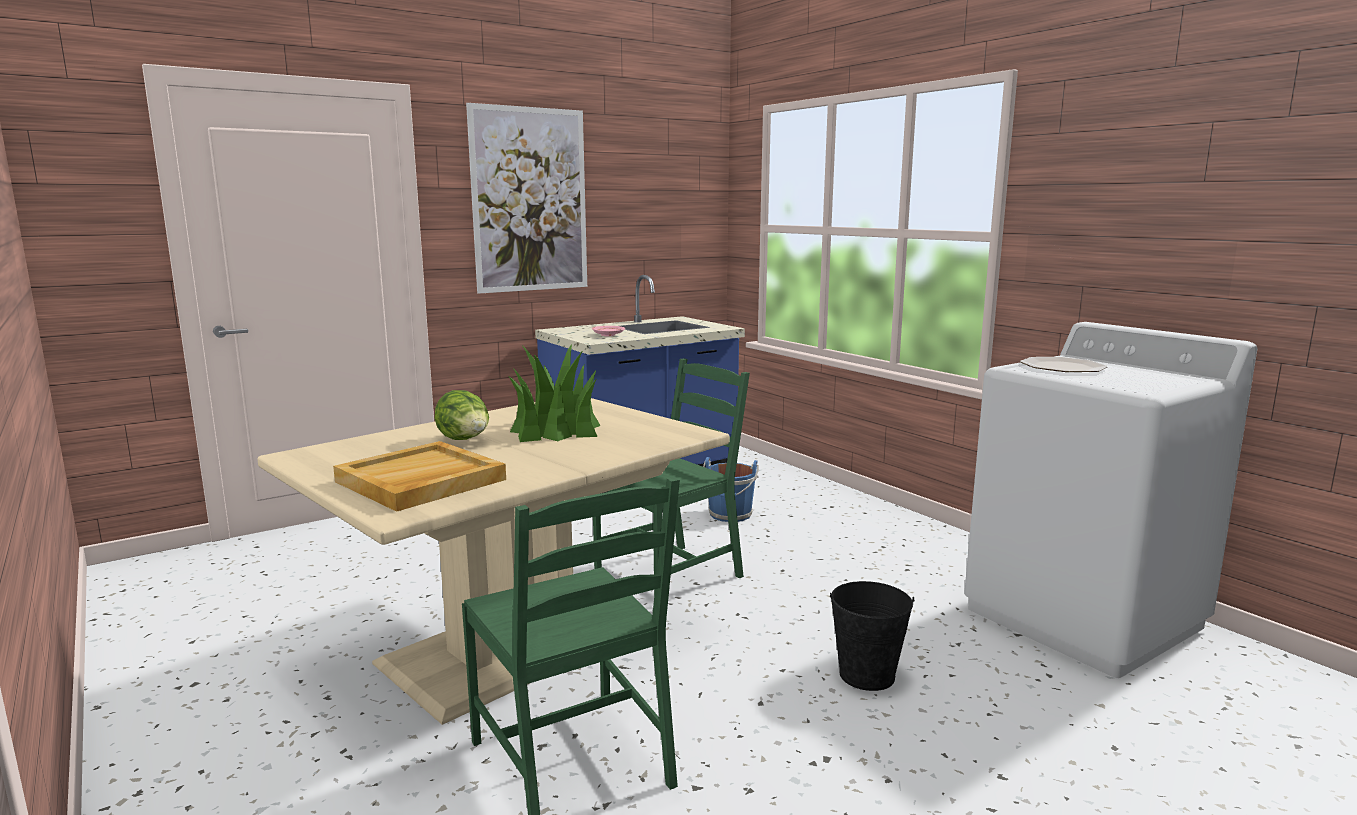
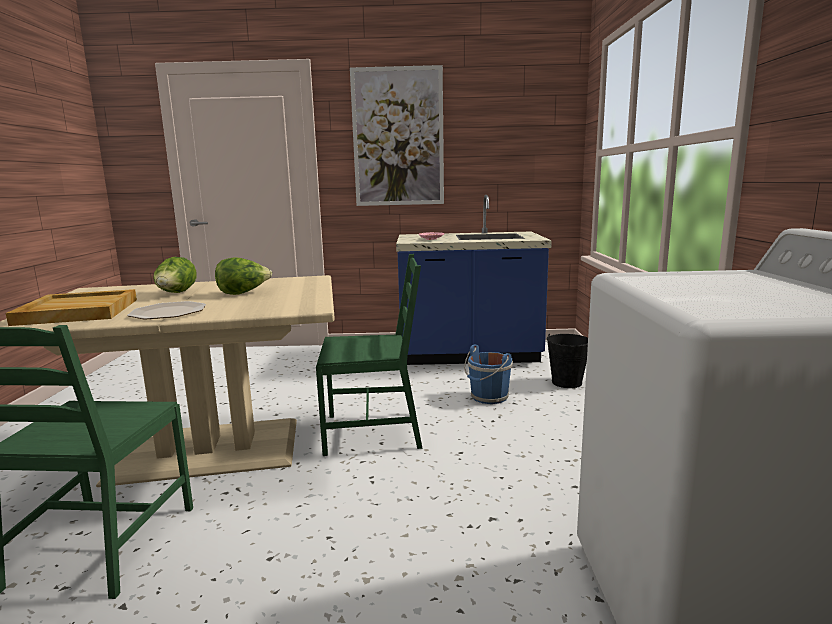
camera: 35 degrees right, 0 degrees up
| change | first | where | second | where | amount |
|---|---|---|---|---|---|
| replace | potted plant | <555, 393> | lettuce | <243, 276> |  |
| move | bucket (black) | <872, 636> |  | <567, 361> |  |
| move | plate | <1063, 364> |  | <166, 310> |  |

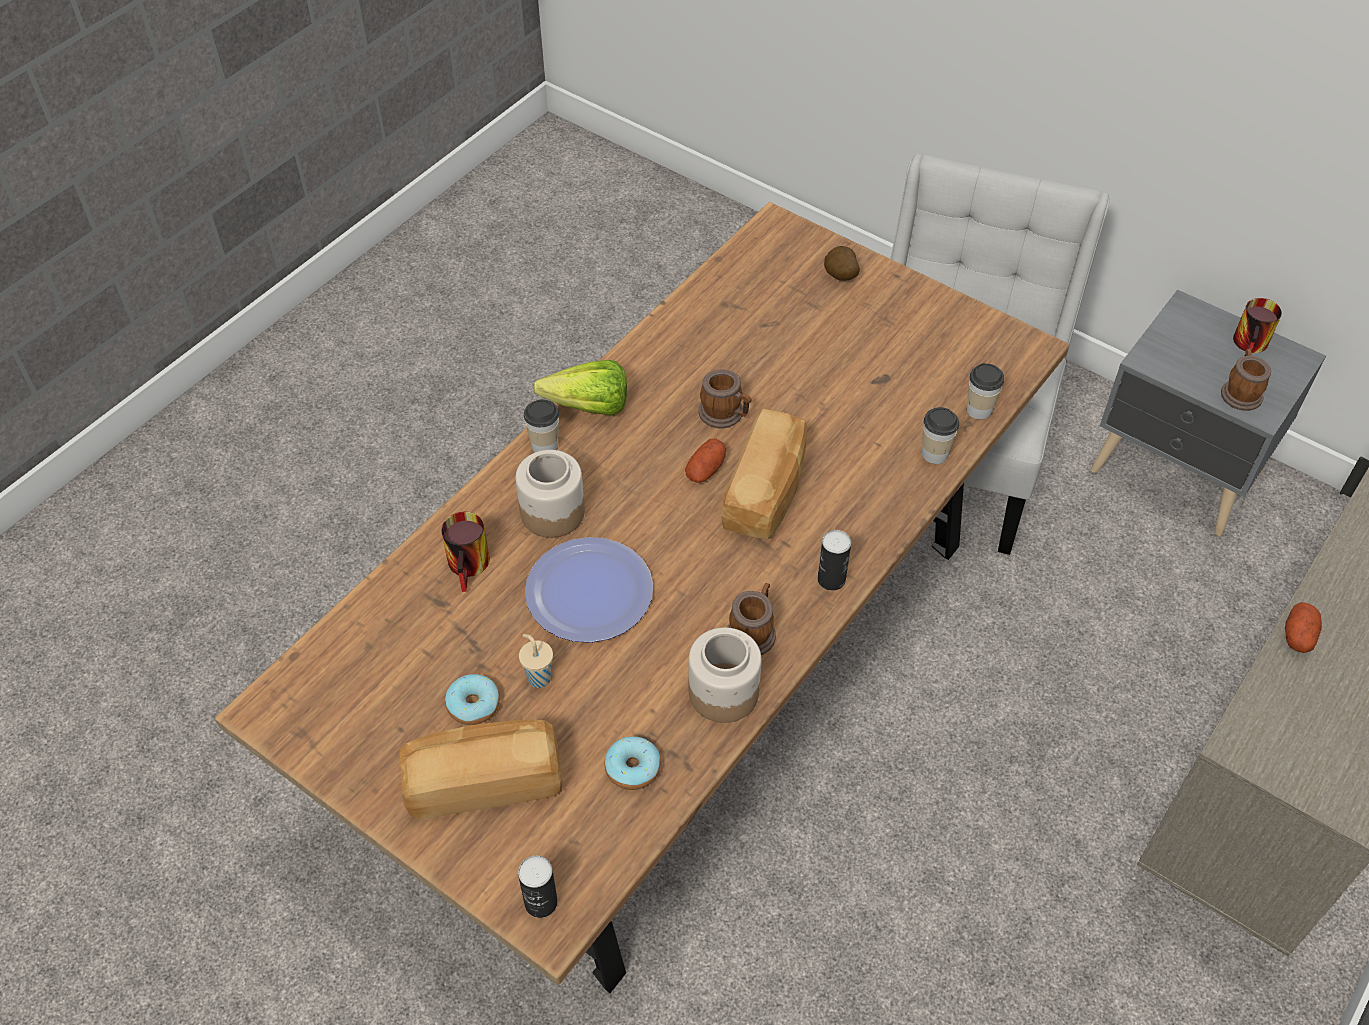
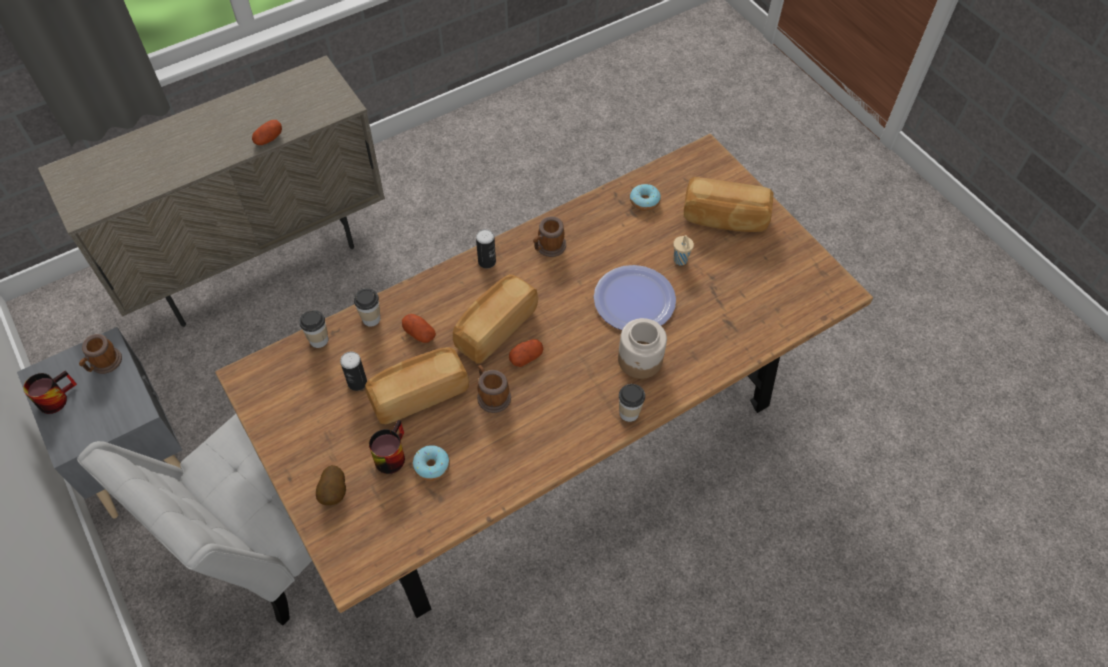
camera: 160 degrees left, 5 degrees up
| change | first | where | second | where | amount |
|---|---|---|---|---|---|
| move | mug | <465, 552> |  | <387, 447> |  |
| move | donut | <472, 699> |  | <431, 463> |  |
| move | can | <538, 886> |  | <353, 371> |  |
| delete | lettuce | <580, 388> |  |  |  |
| delete | jar | <725, 675> |  |  |  |
| insert |  |  | bread | <417, 385> |  |
| insert |  |  | potato | <419, 328> |  |

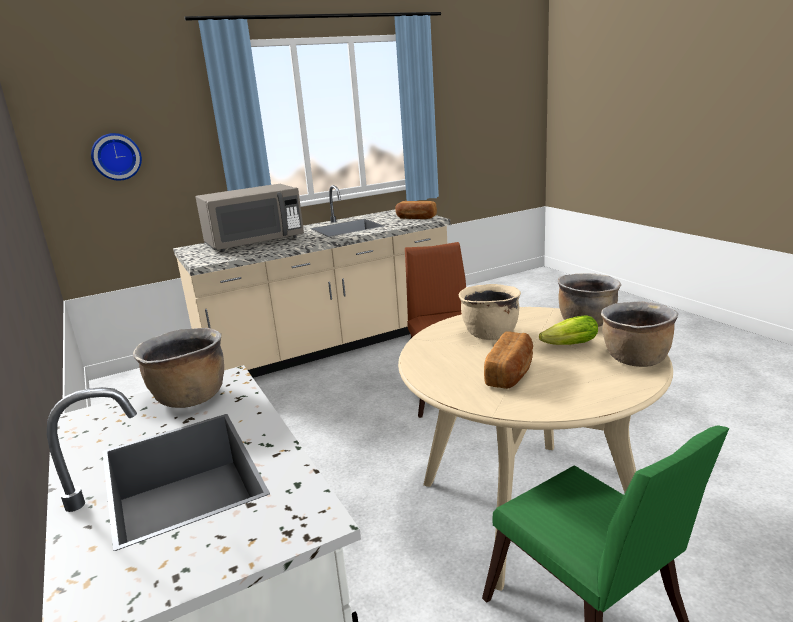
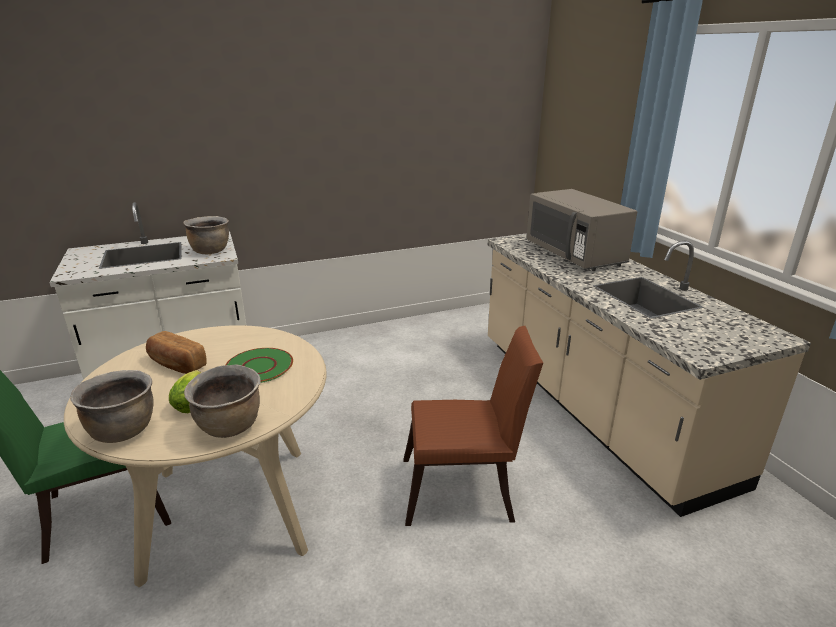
camera: 95 degrees right, 5 degrees up
| change | first | where | second | where | amount |
|---|---|---|---|---|---|
| delete | wall clock | <116, 157> |  |  |  |
| delete | bread | <416, 210> |  |  |  |
| replace | cooking pot (beige) | <489, 312> | plate (green) | <259, 365> |  |

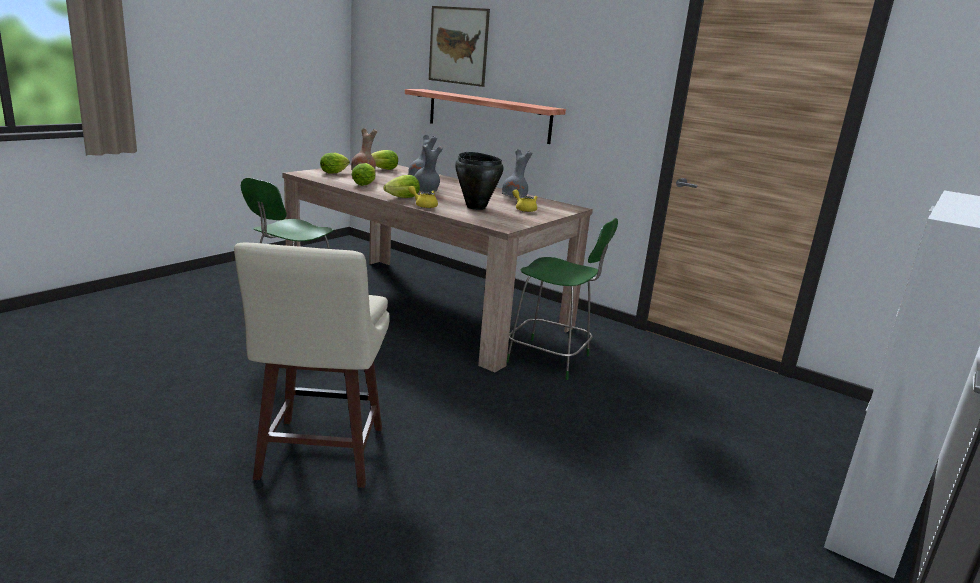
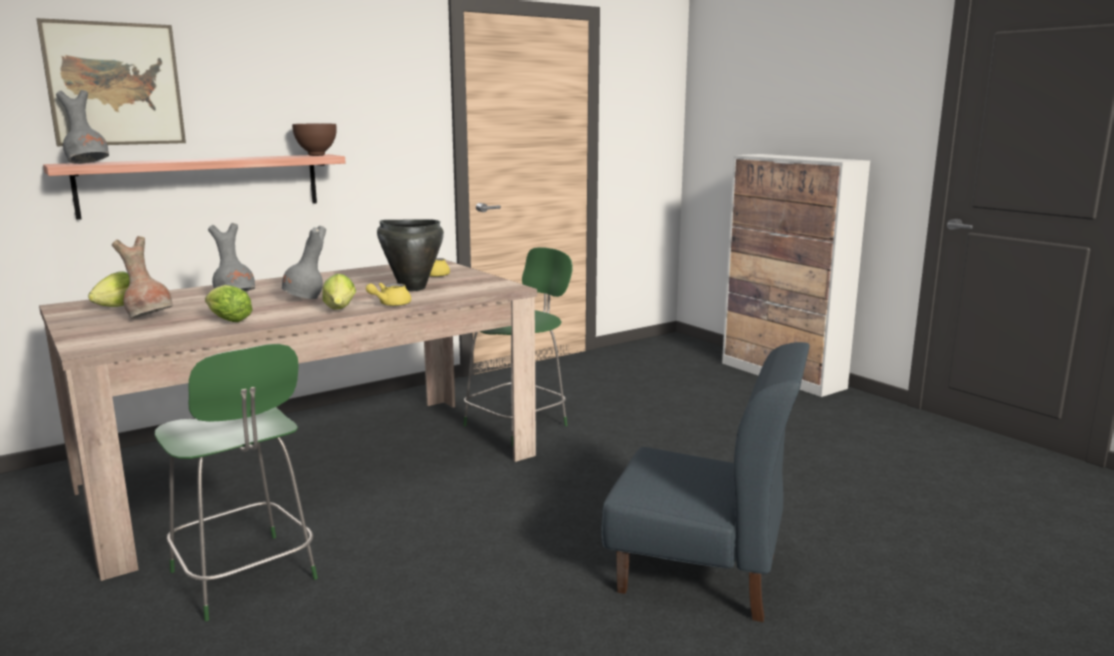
camera: 70 degrees left, 5 degrees down
| change | first | where | second | where | amount |
|---|---|---|---|---|---|
| replace | stool (beige) | <312, 365> | chair (blue) | <705, 482> |  |
| delete | lettuce | <335, 163> |  |  |  |
| move | vase (grey) | <517, 173> |  | <82, 127> |  |
| insert |  |  | bowl (brown) | <314, 140> |  |

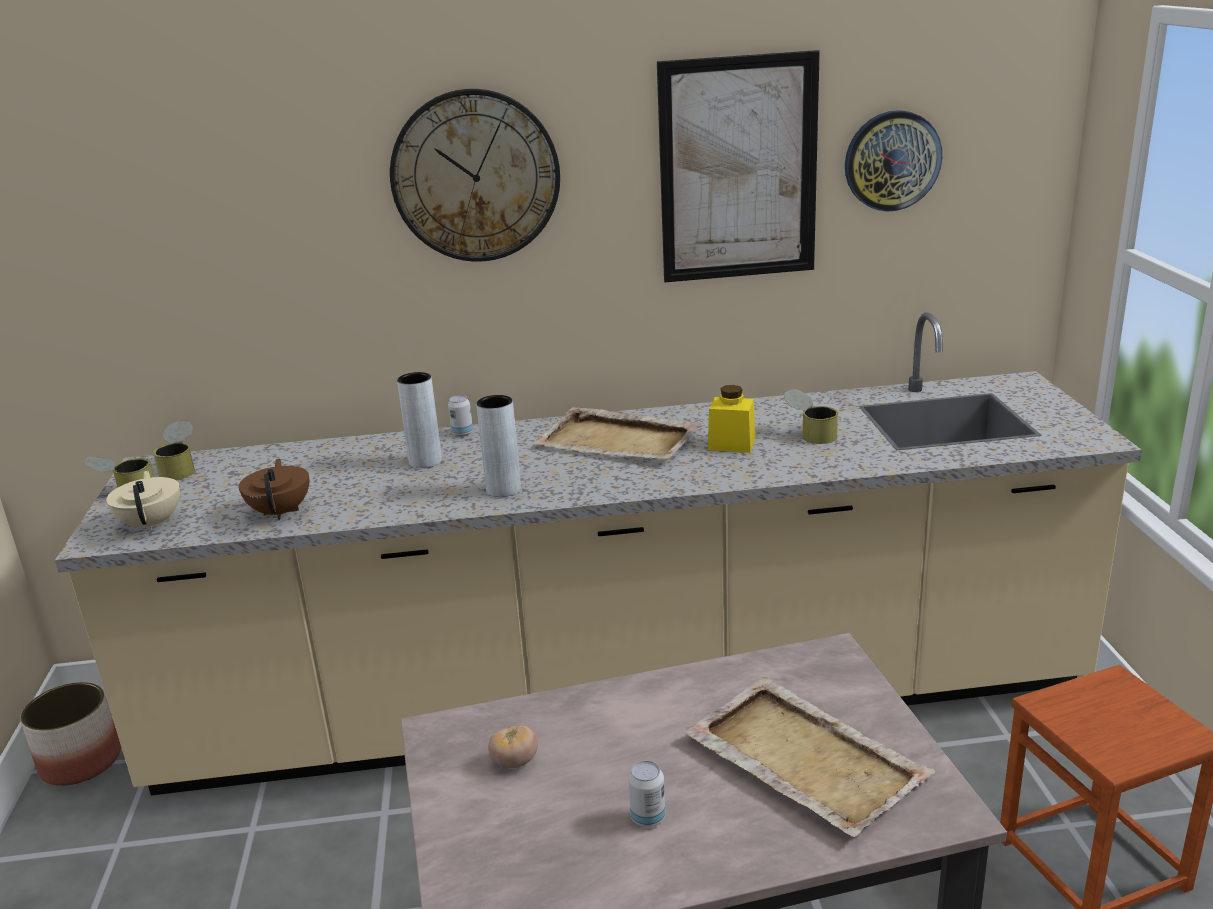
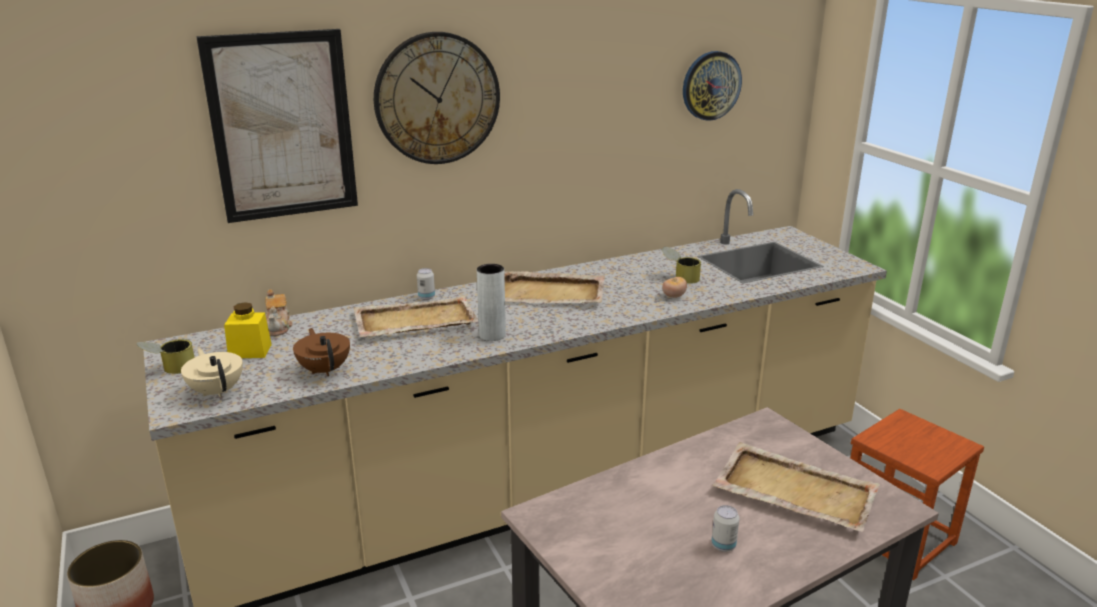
camera: 20 degrees left, 0 degrees up
| change | first | where | second | where | amount |
|---|---|---|---|---|---|
| delete | can | <174, 451> |  |  |  |
| replace | vase (grey) | <419, 420> | tray (beige) | <416, 316> |  |
| move | tomato | <513, 746> |  | <674, 287> |  |
| move | picture | <738, 166> |  | <277, 126> |  |
| move | jar (yellow) | <731, 419> |  | <248, 330> |  |
| insert |  |  | teapot | <279, 312> |  |

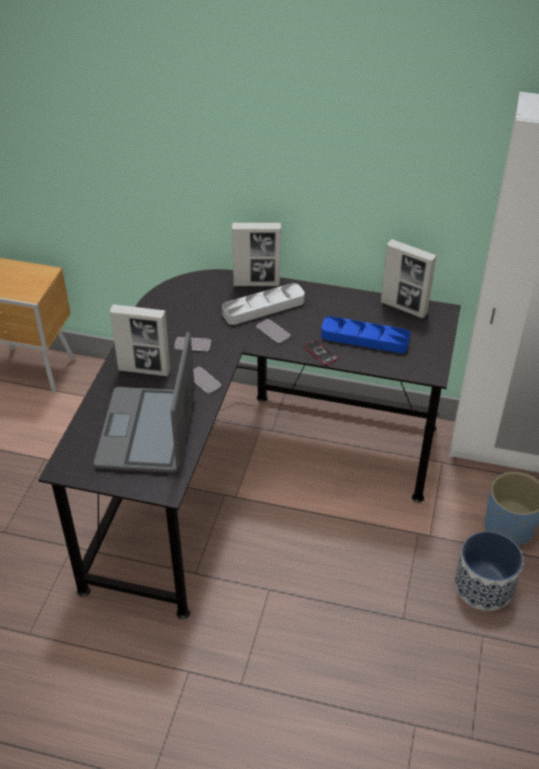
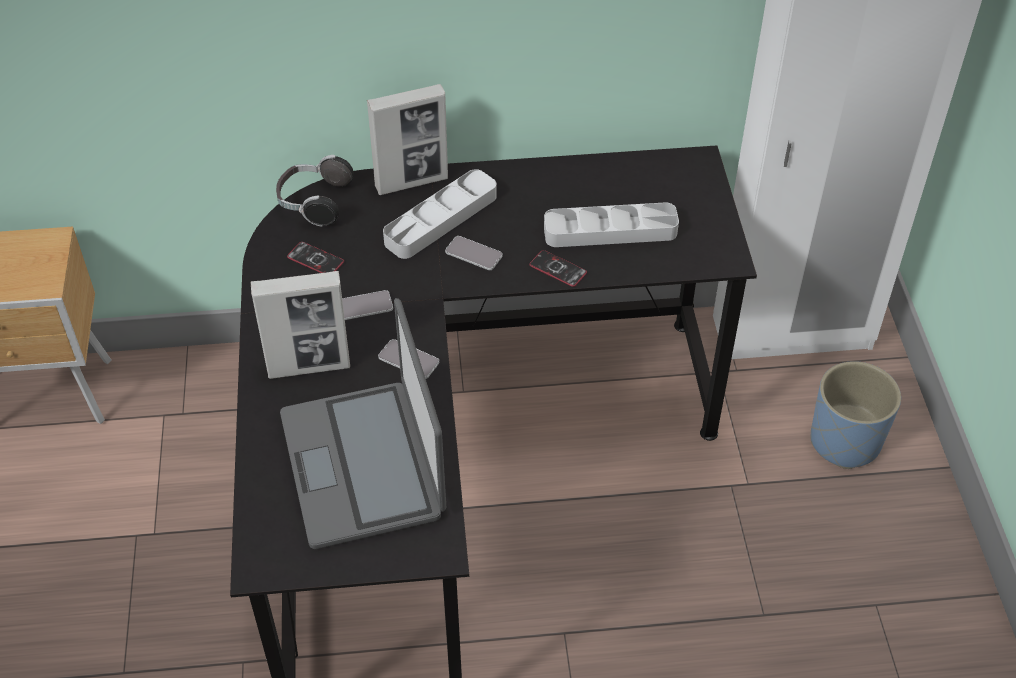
camera: 20 degrees left, 5 degrees up
| change | first | where | second | where | amount |
|---|---|---|---|---|---|
| recolor | tray (blue) | <365, 334> | tray (grey) | <611, 224> |  |
| delete | picture frame | <409, 278> |  |  |  |
| delete | planter | <489, 571> |  |  |  |
| insert |  |  | headphones | <315, 191> |  |
| insert |  |  | phone | <315, 257> |  |

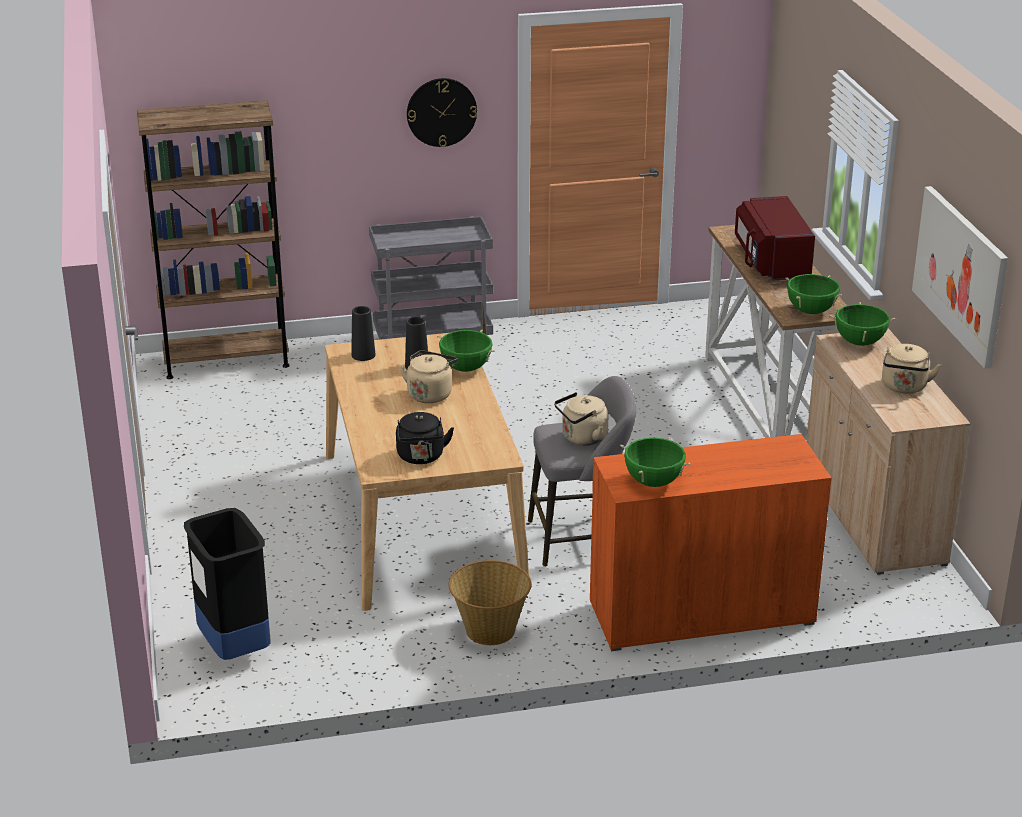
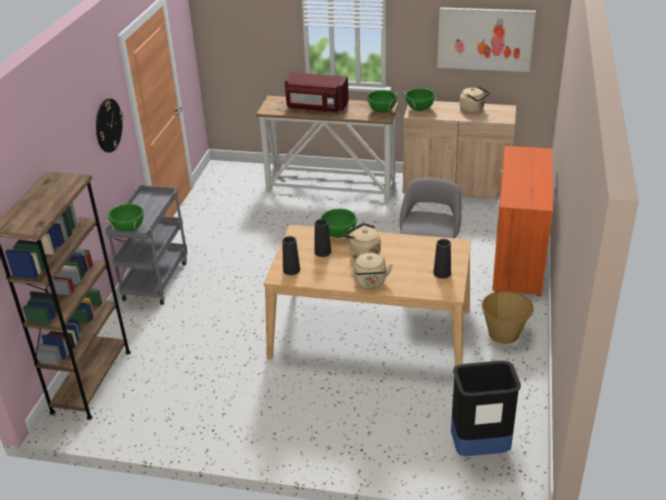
camera: 65 degrees left, 5 degrees up
| change | first | where | second | where | amount |
|---|---|---|---|---|---|
| replace | kettle (black) | <425, 438> | vase (black) | <442, 259> |  |
| move | kettle (beige) | <581, 419> |  | <373, 271> |  |
| move | cooking pot (green) | <655, 462> |  | <125, 218> |  |

